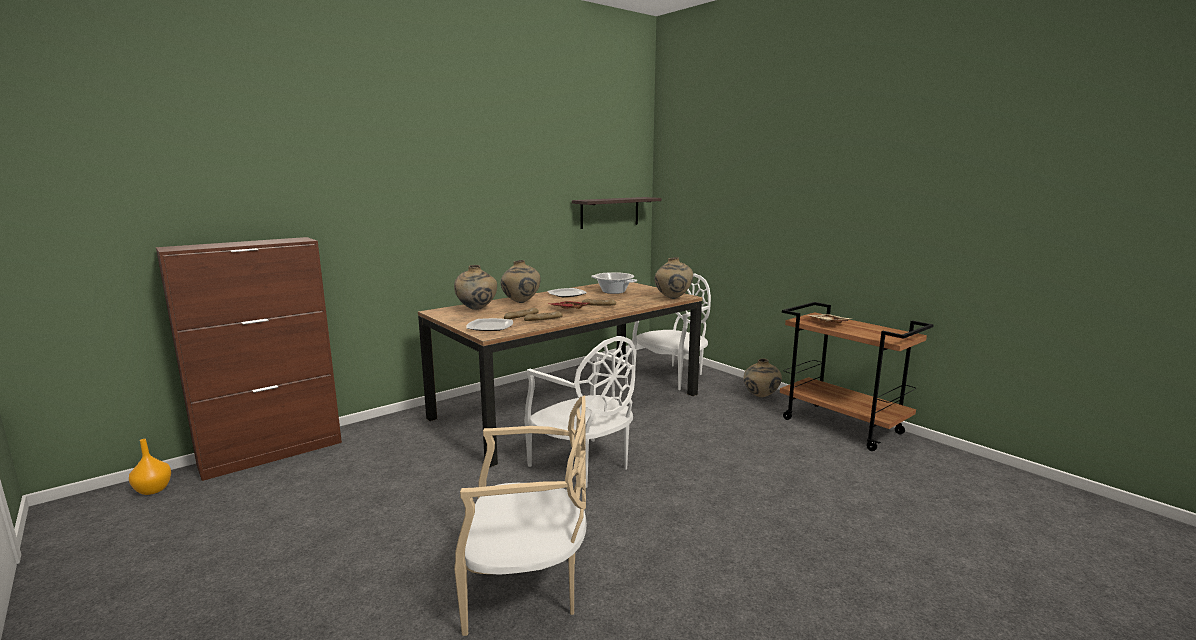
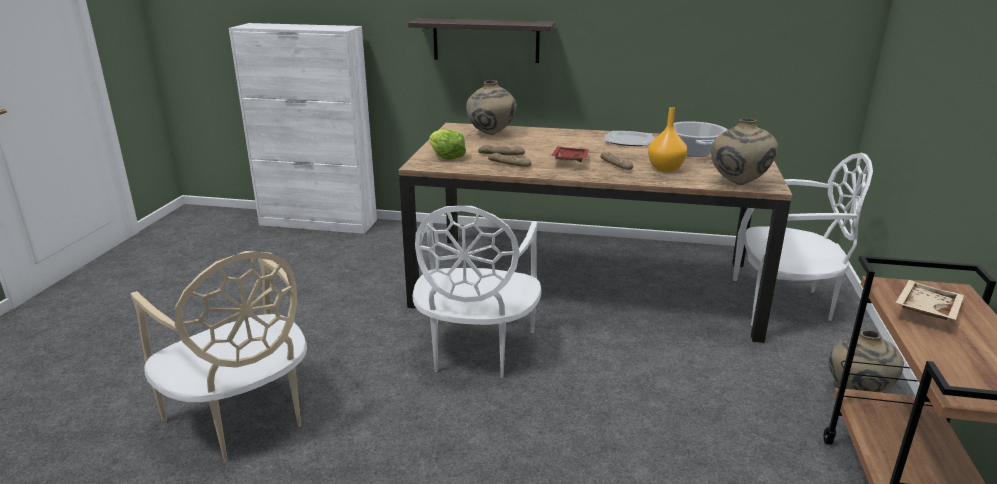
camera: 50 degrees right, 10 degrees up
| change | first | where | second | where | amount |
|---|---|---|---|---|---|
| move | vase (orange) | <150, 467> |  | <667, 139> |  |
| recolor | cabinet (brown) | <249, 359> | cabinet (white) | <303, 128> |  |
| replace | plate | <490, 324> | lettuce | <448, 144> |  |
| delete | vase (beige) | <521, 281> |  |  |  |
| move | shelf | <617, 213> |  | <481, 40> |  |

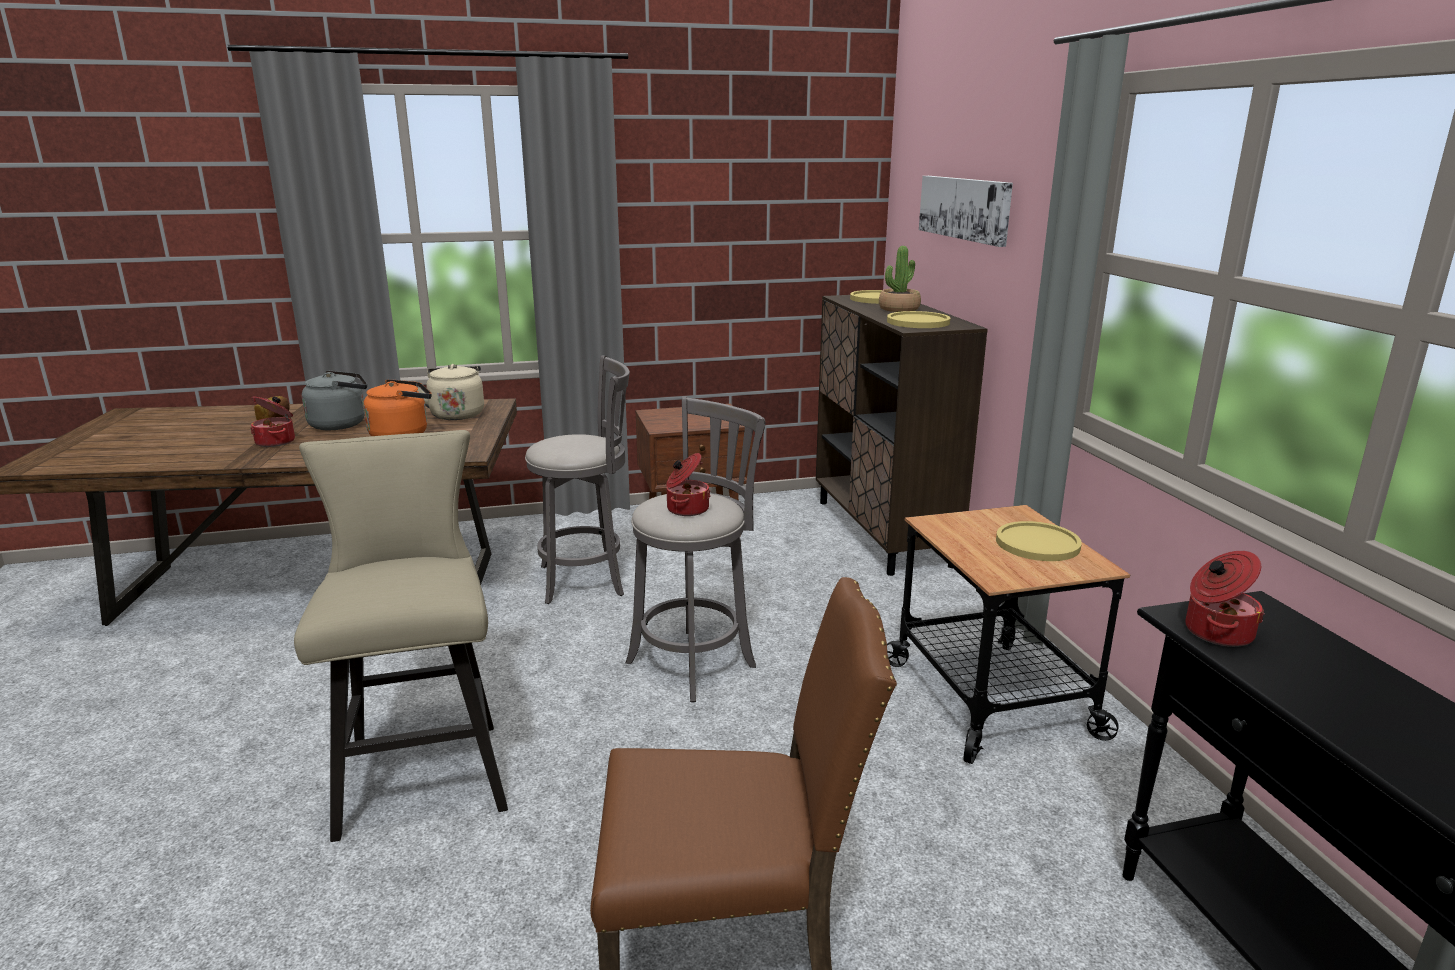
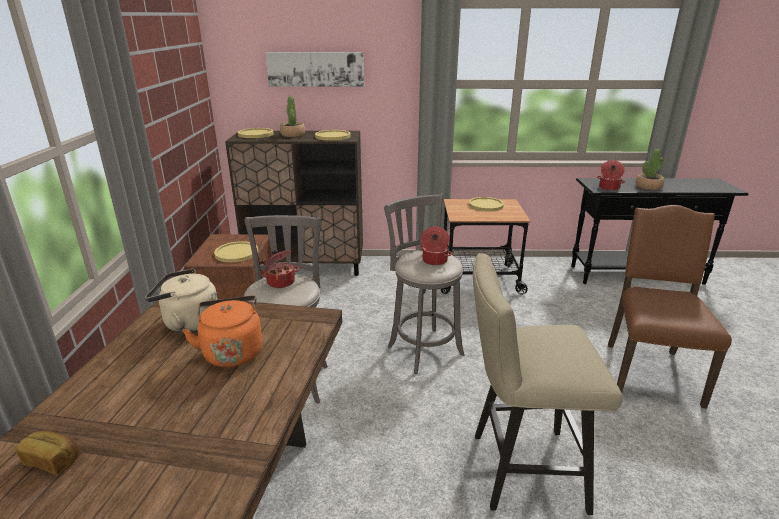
camera: 75 degrees left, 5 degrees up
| change | first | where | second | where | amount |
|---|---|---|---|---|---|
| move | cooking pot | <272, 421> |  | <279, 269> |  |
| delete | kettle (grey) | <334, 400> |  |  |  |
| insert |  |  | plate (yellow) | <236, 252> |  |
| insert |  |  | potted plant | <650, 169> |  |

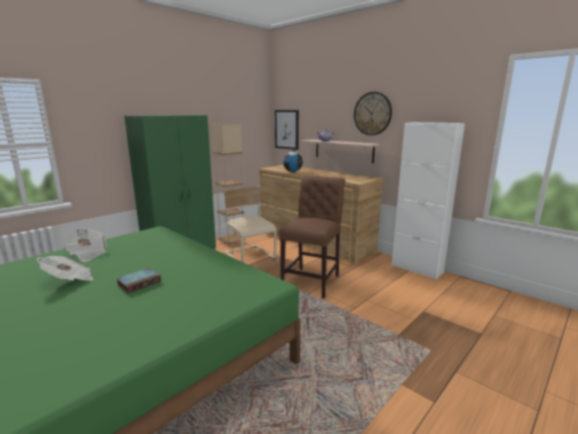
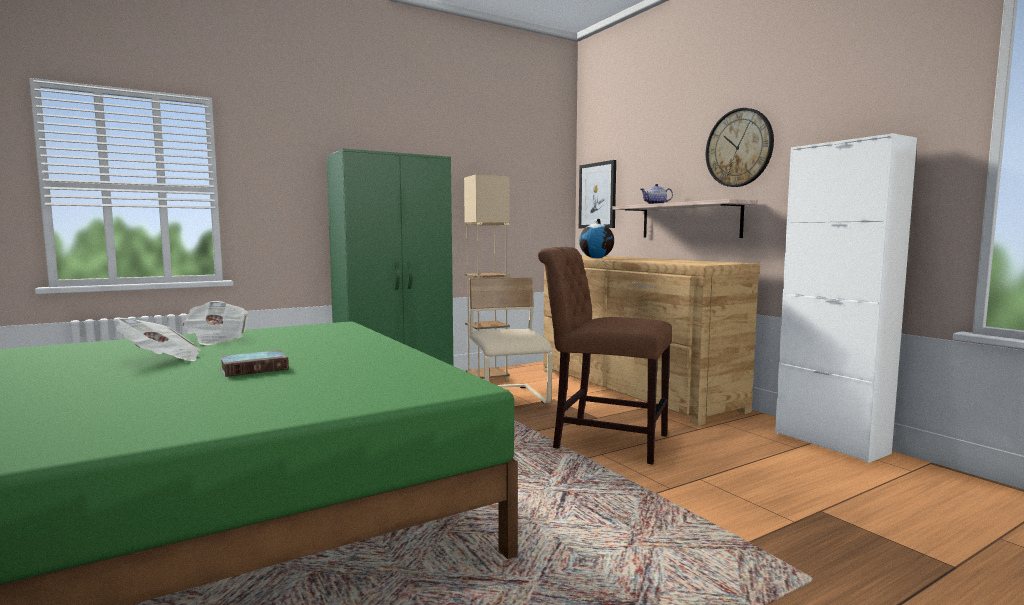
camera: 15 degrees right, 10 degrees down
| change | first | where | second | where | amount |
|---|---|---|---|---|---|
| rotate | chair (brown) | <312, 237> |  | <605, 356> | 105 degrees counterclockwise |

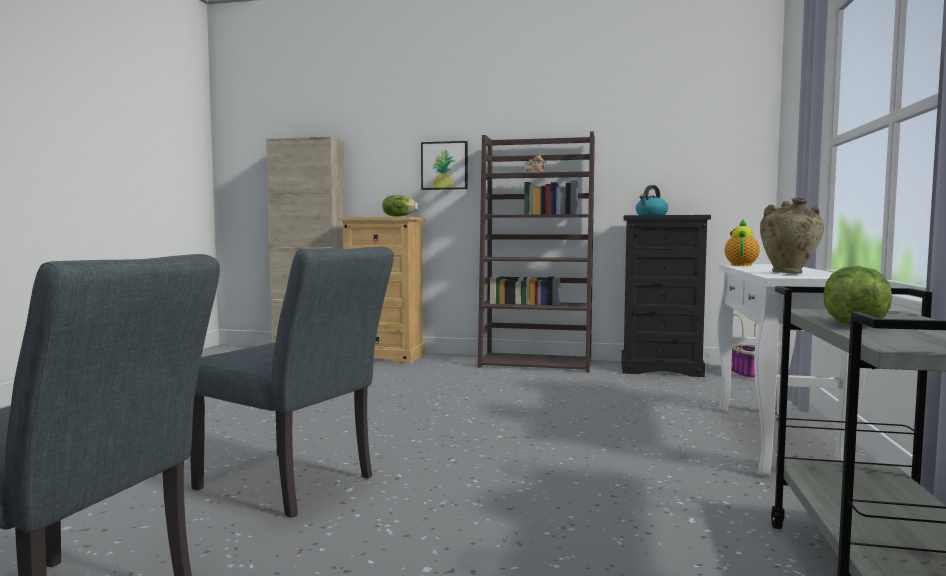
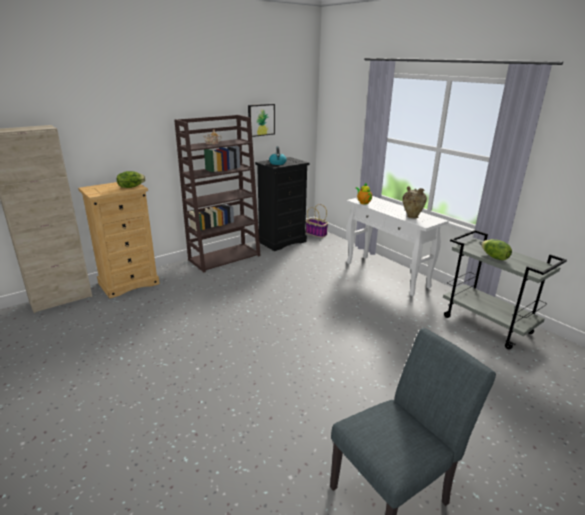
camera: 50 degrees left, 20 degrees up
| change | first | where | second | where | amount |
|---|---|---|---|---|---|
| delete | chair (grey) | <292, 382> |  |  |  |
| move | picture | <444, 165> |  | <261, 120> |  |

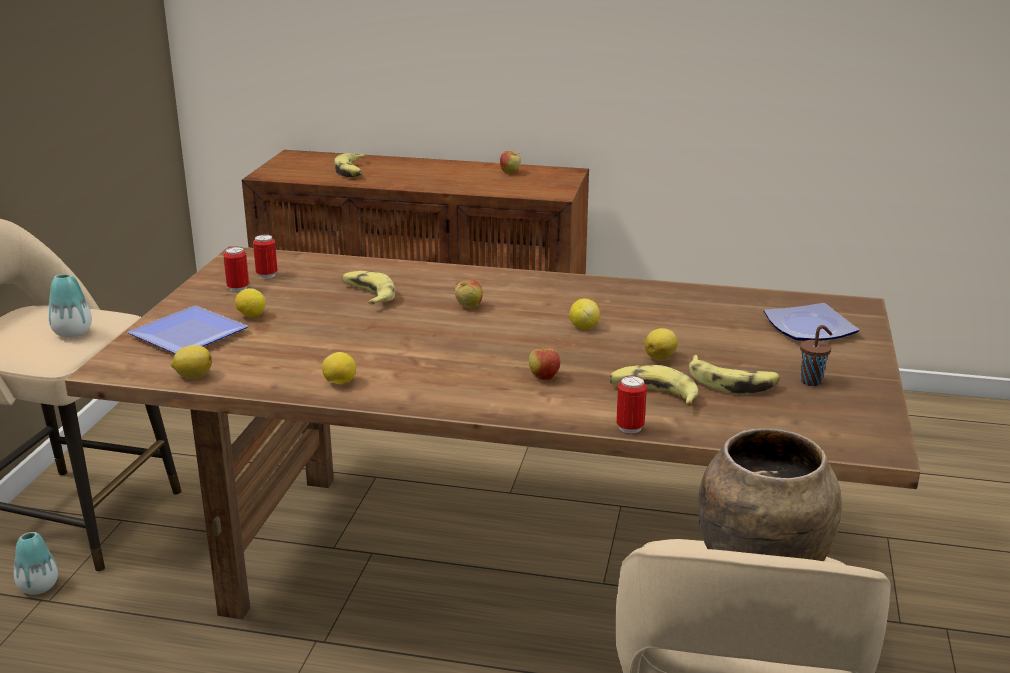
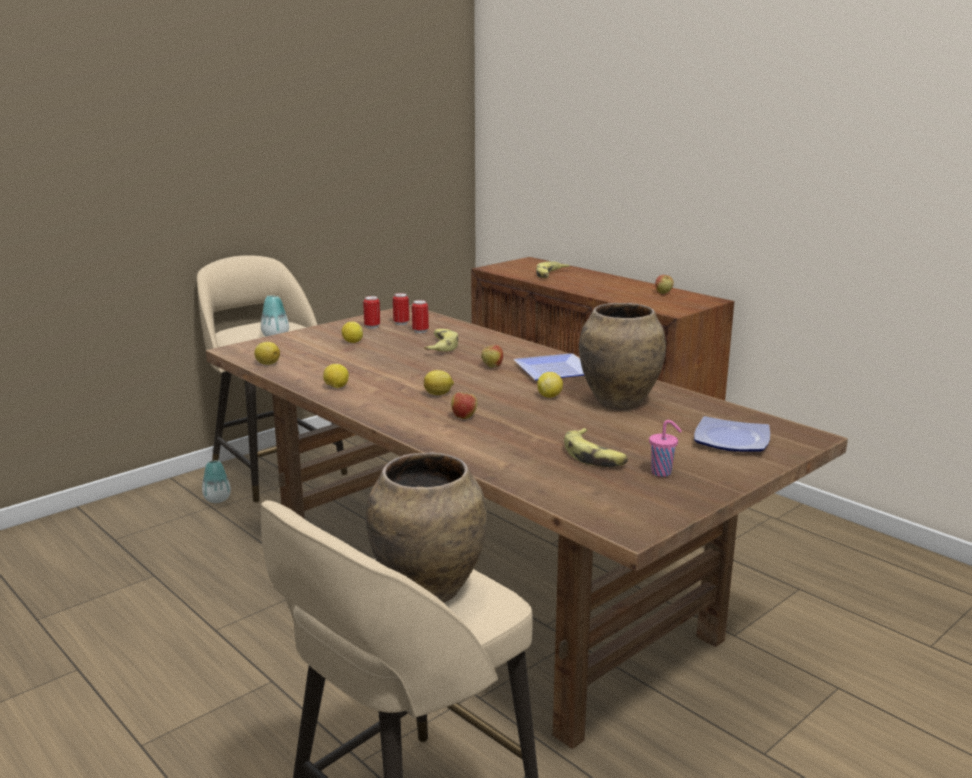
camera: 35 degrees right, 5 degrees down
| change | first | where | second | where | amount |
|---|---|---|---|---|---|
| move | plate | <187, 330> |  | <549, 366> |  |
| delete | banana | <653, 385> |  |  |  |
| move | can | <631, 404> |  | <420, 316> |  |
| move | lemon | <661, 344> |  | <439, 382> |  |
| recolor | cup (brown) | <816, 355> | cup (pink) | <665, 448> |  |
| insert |  |  | vase (brown) | <622, 356> |  |

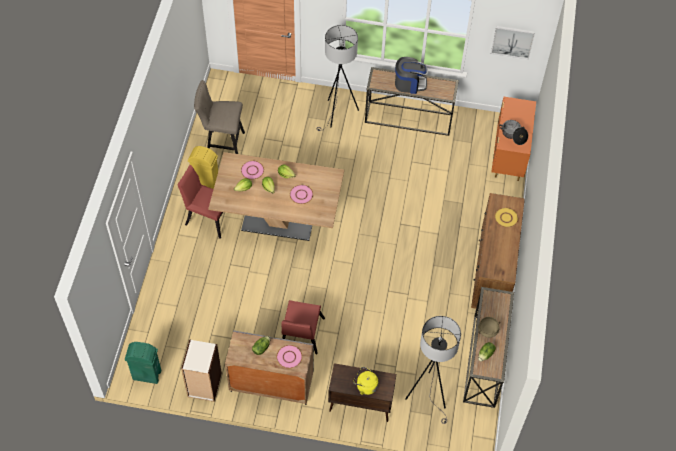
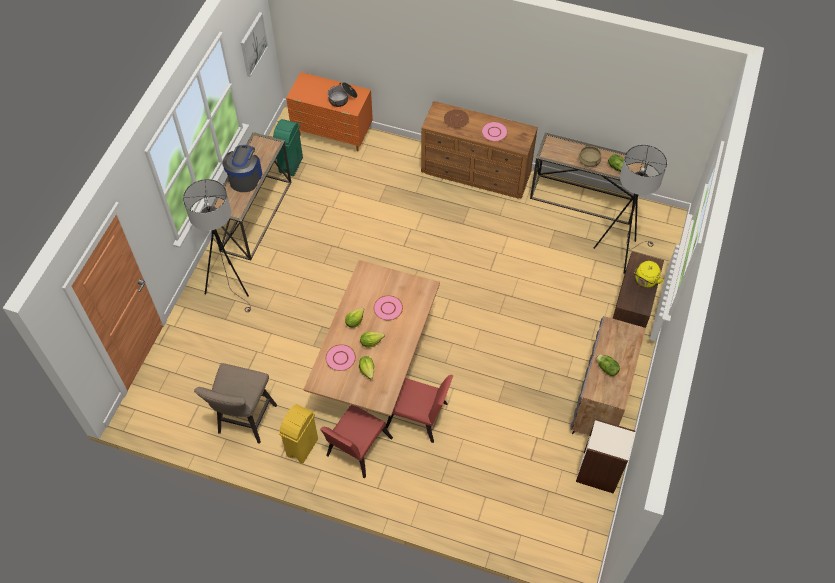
camera: 80 degrees left, 0 degrees up
| change | first | where | second | where | amount |
|---|---|---|---|---|---|
| move | trash can (green) | <143, 363> |  | <288, 147> |  |
| move | plate (pink) | <289, 356> |  | <494, 132> |  |
| move | chair (red) | <303, 327> |  | <419, 409> |  |
| recolor | plate (yellow) | <506, 217> | plate (brown) | <456, 119> |  |

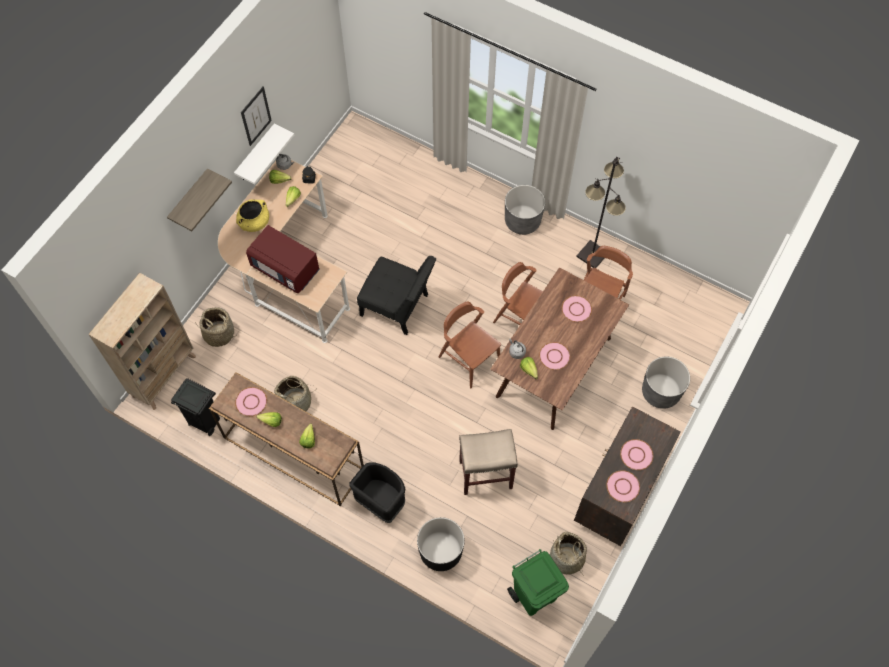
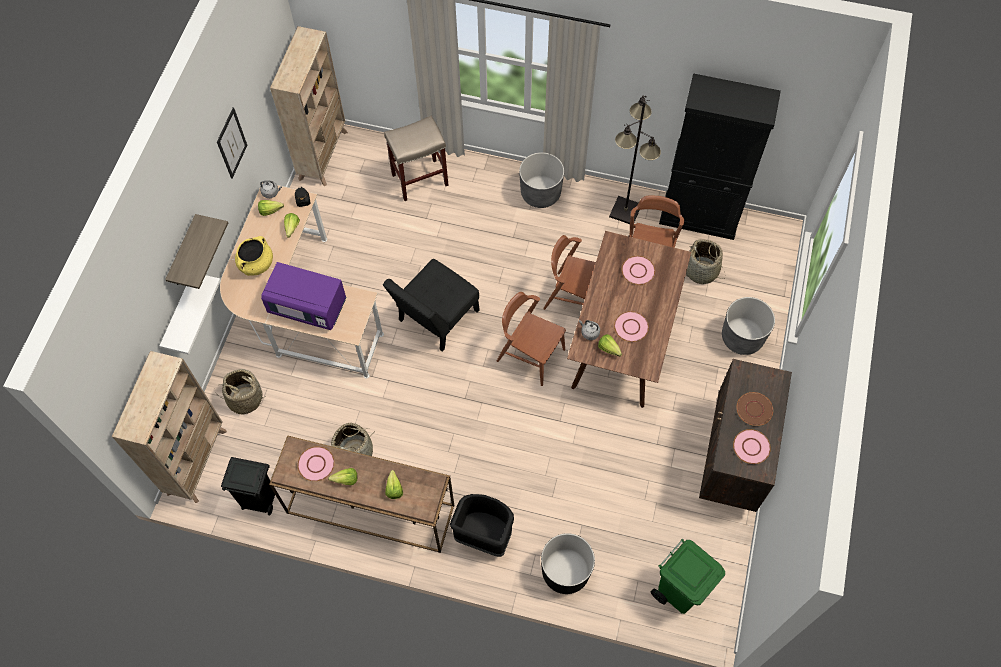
camera: 15 degrees left, 0 degrees up
| change | first | where | second | where | amount |
|---|---|---|---|---|---|
| move | shelf (white) | <264, 154> |  | <190, 315> |  |
| recolor | microwave (red) | <283, 259> | microwave (purple) | <304, 296> |  |
| rotate | chair (black) | <396, 295> |  | <431, 305> | 120 degrees clockwise |
| move | stool (beige) | <488, 462> |  | <416, 158> |  |
| move | basket | <568, 554> |  | <705, 261> |  |
| recolor | plate (pink) | <636, 454> | plate (brown) | <755, 409> |  |
| insert |  |  | bookcase (beige) | <309, 106> |  |
| insert |  |  | cabinet (black) | <720, 156> |  |

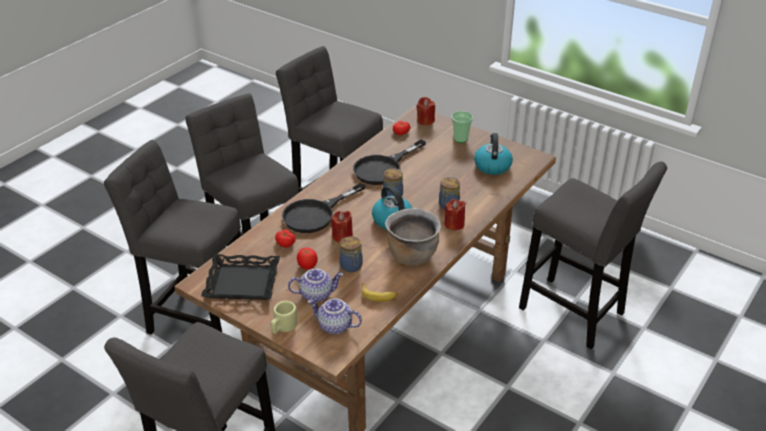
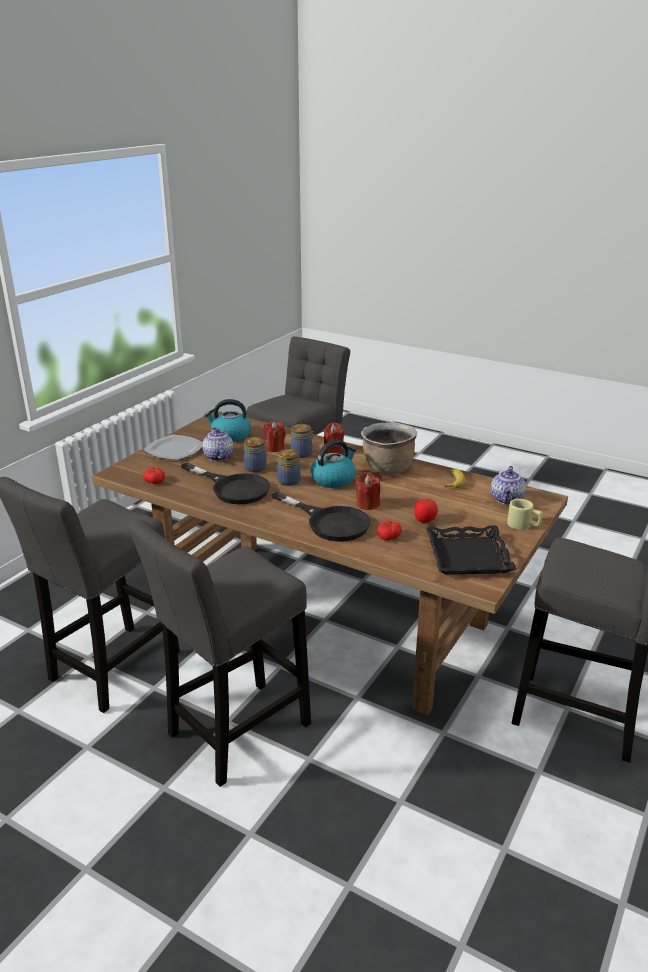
camera: 95 degrees left, 10 degrees down
| change | first | where | second | where | amount |
|---|---|---|---|---|---|
| delete | stool (grey) | <172, 237> |  |  |  |
| move | teapot | <315, 286> |  | <217, 444> |  |
| move | jar | <351, 254> |  | <256, 455> |  |
| move | candle (red) | <426, 111> |  | <275, 436> |  |
| replace | cup | <462, 127> | plate | <173, 447> |  |

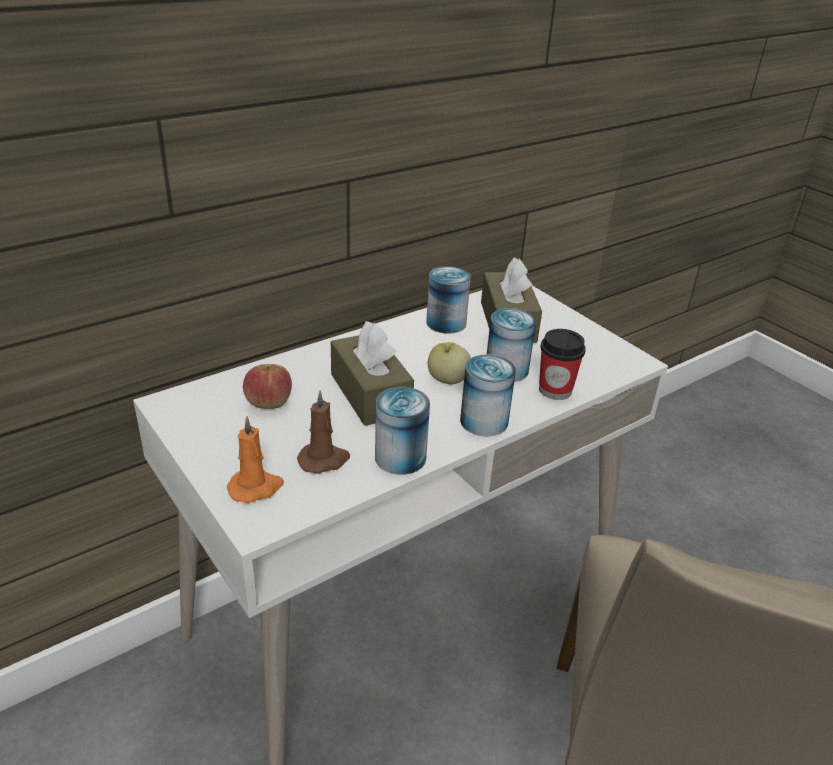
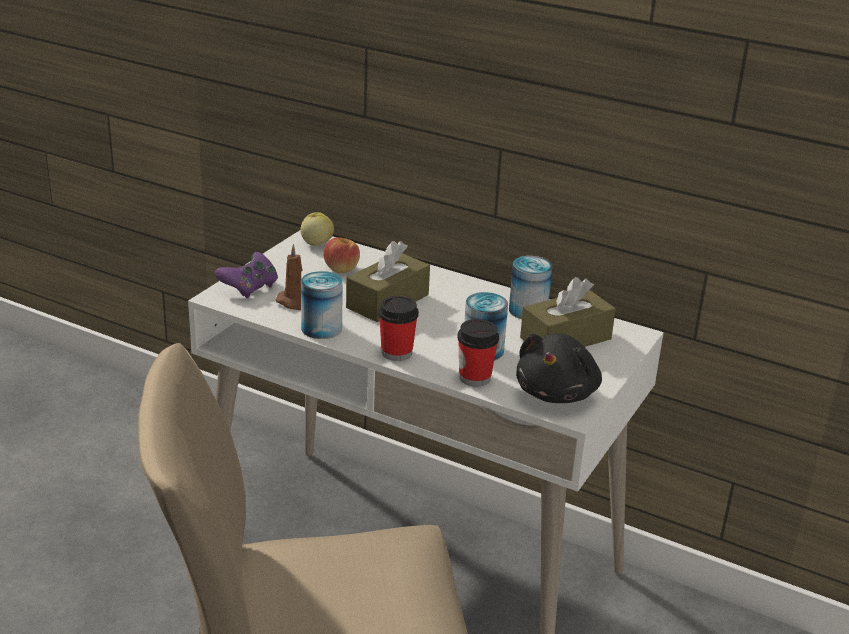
camera: 65 degrees right, 5 degrees down
| change | first | where | second | where | amount |
|---|---|---|---|---|---|
| replace | candle (orange) | <255, 459> | game controller (purple) | <246, 275> |  |
| move | apple | <449, 363> |  | <317, 229> |  |
| replace | can | <488, 395> | cup | <398, 328> |  |
| insert |  |  | plush toy (black) | <559, 368> |  |

